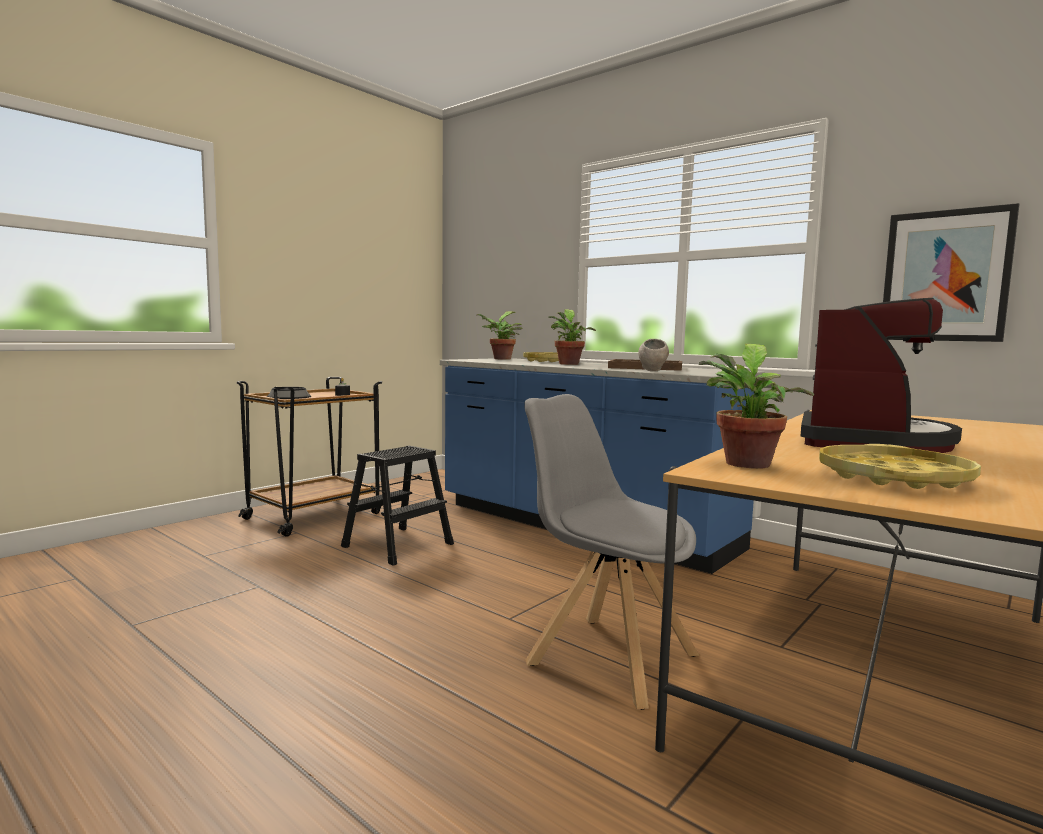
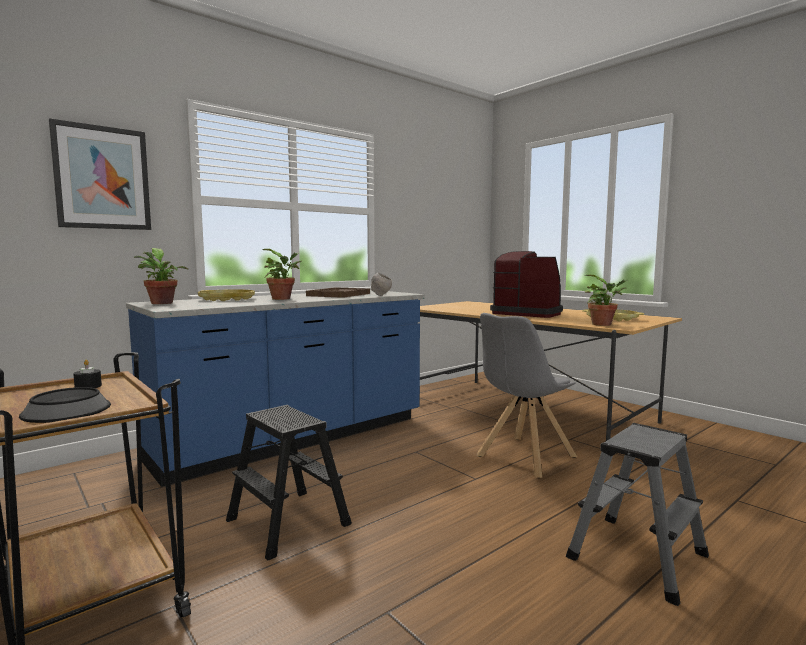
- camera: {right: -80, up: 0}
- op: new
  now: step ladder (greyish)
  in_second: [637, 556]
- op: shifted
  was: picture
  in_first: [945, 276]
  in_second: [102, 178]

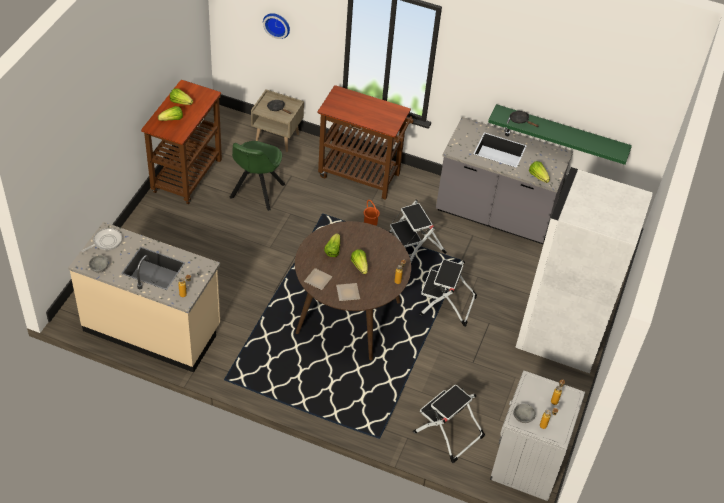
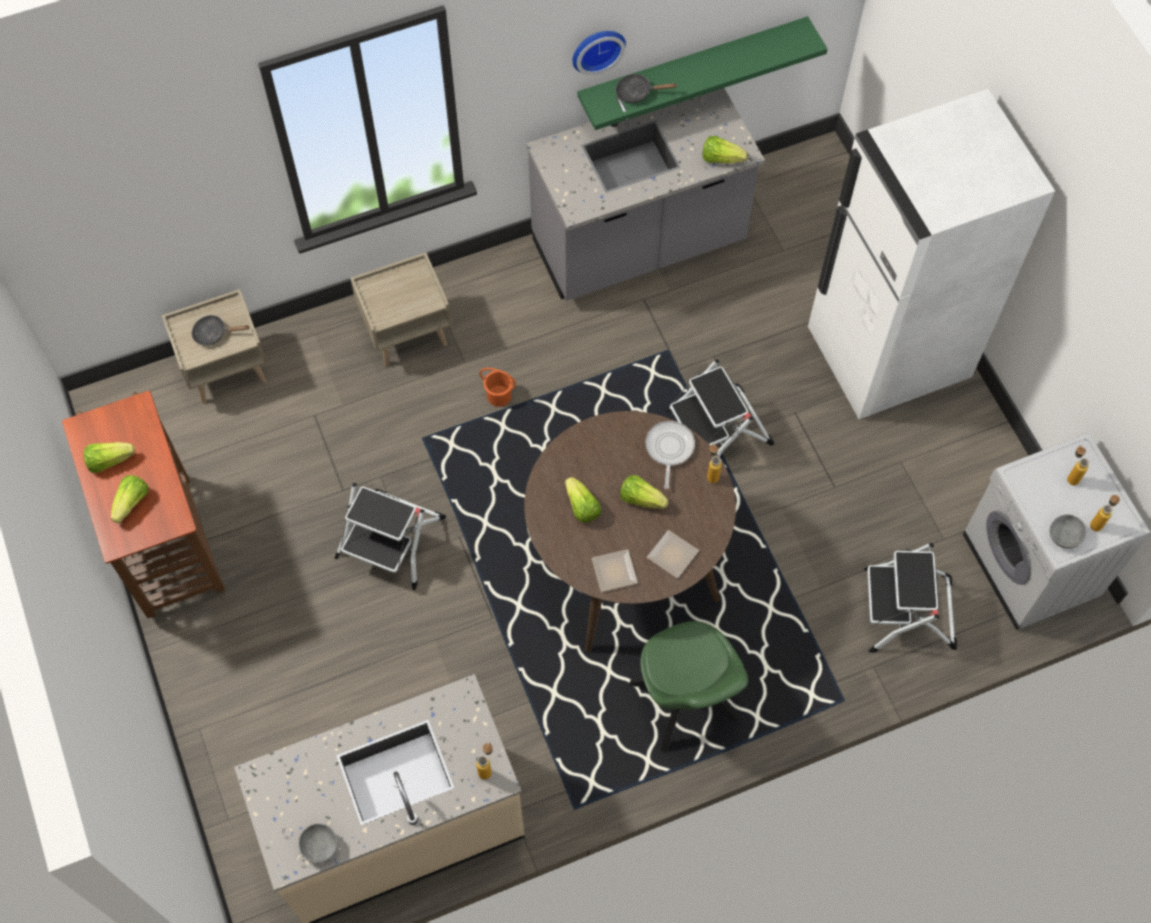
- camera: {right: -40, up: 15}
- op: shifted
  was: frying pan
  in_first: [106, 241]
  in_second: [669, 449]
- op: shifted
  was: upright chair (green)
  in_first: [257, 192]
  in_second: [686, 703]
- op: shifted
  was: clock on the wall
  in_first: [277, 24]
  in_second: [597, 48]
- op: shifted
  was: step ladder
  in_first: [415, 244]
  in_second: [391, 540]
- op: swapped
  was: trolley (brownish)
  now: bedside table (beige-coloured)
  in_first: [360, 176]
  in_second: [407, 333]

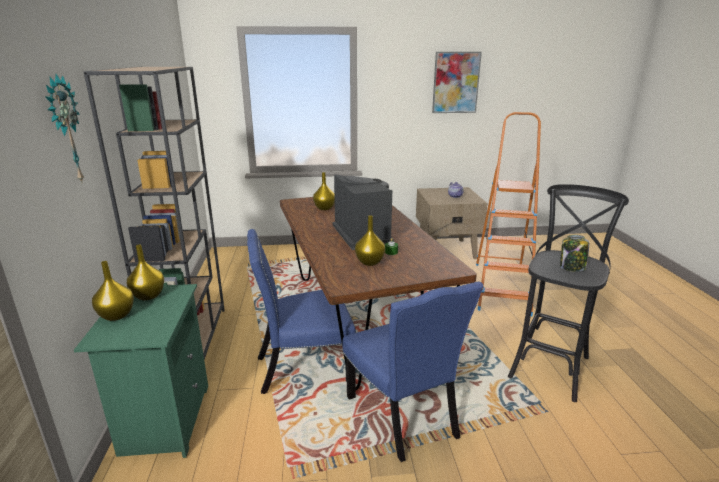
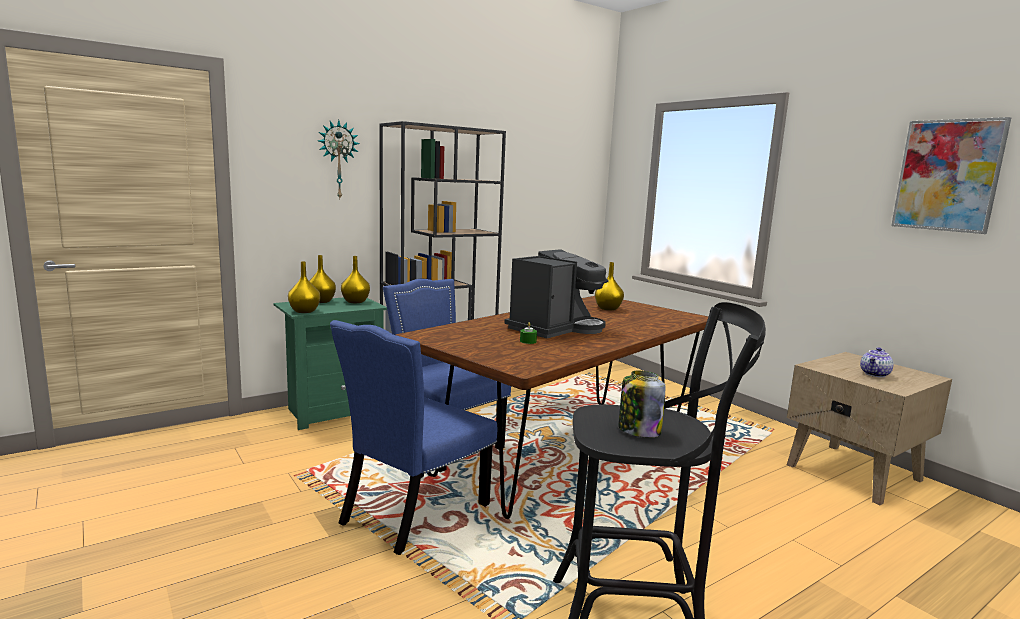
- camera: {right: 60, up: -10}
- op: gone
  was: step ladder (orange)
  in_first: [501, 287]
- op: shifted
  was: flower vase (yellow-coloured)
  in_first: [370, 262]
  in_second: [304, 311]

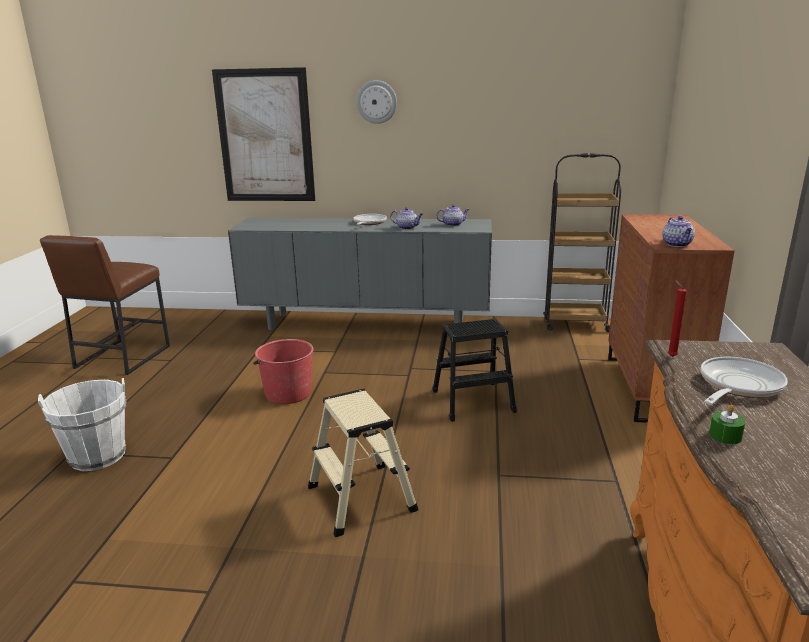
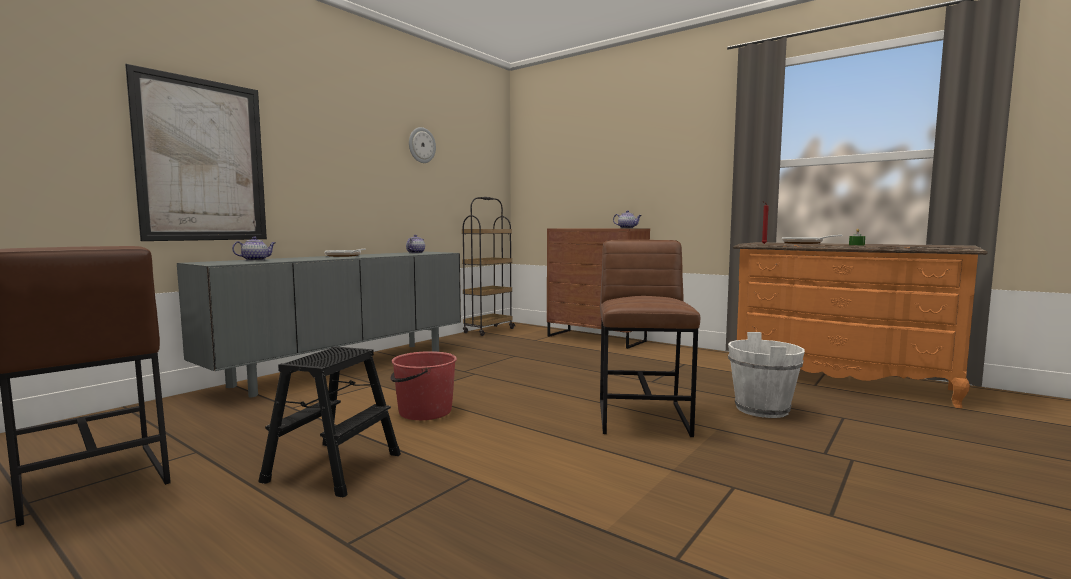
- camera: {right: -60, up: -15}
- op: shifted
  was: pail (white-coloured)
  in_first: [97, 456]
  in_second: [762, 409]
- op: shifted
  was: clock on the wall
  in_first: [376, 102]
  in_second: [421, 145]
- op: shifted
  was: pot for tea
  in_first: [407, 227]
  in_second: [256, 260]
- op: shifted
  was: step ladder (black)
  in_first: [473, 400]
  in_second: [334, 467]
- op: swapped
  was: step ladder (beige-coloured)
  now: upright chair (brownish)
  in_first: [361, 498]
  in_second: [642, 417]

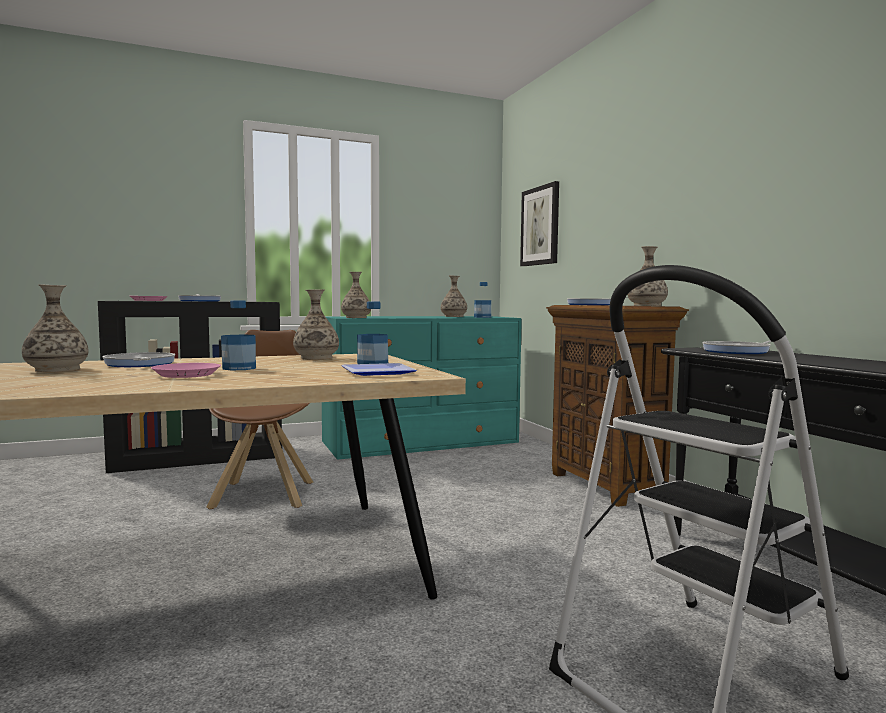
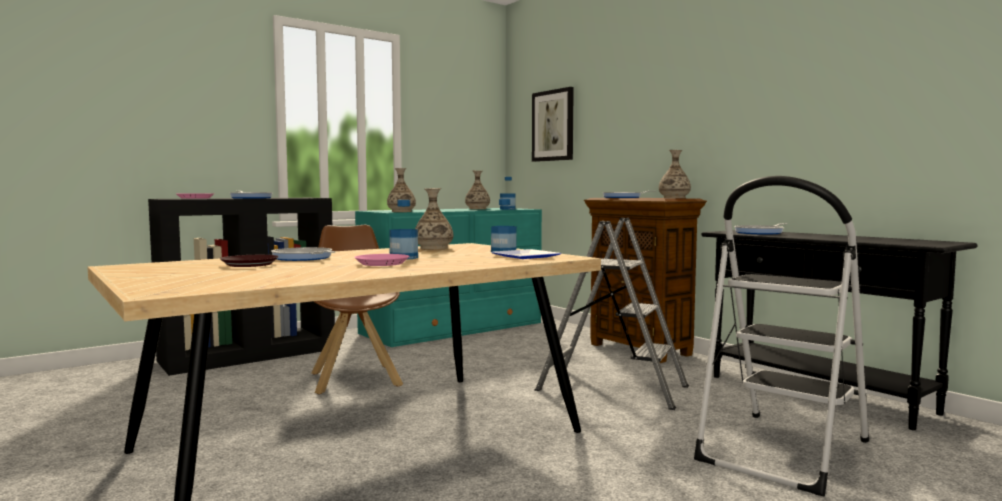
- camera: {right: -15, up: 0}
- op: new
  now: step ladder (greyish)
  in_second: [610, 387]
- op: swapped
  was: flower vase
  now: flat dish (brownish)
  in_first: [57, 370]
  in_second: [250, 264]

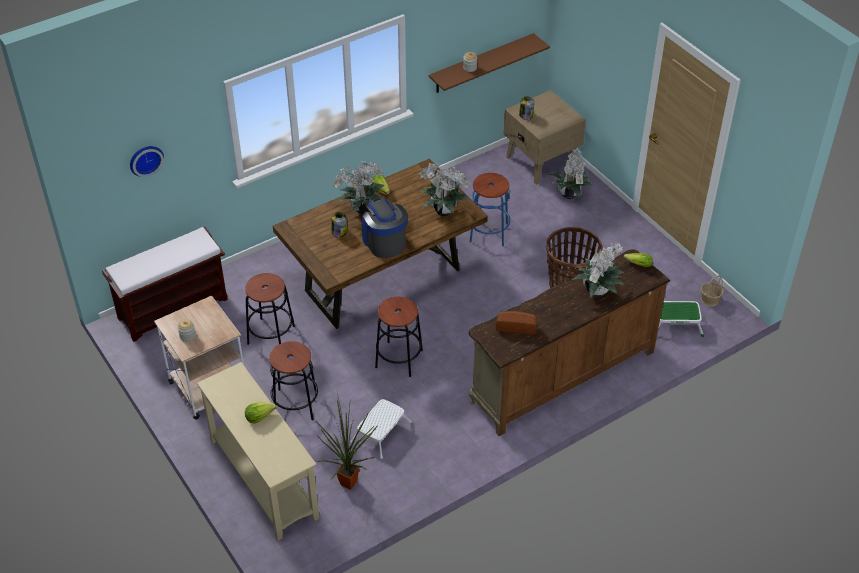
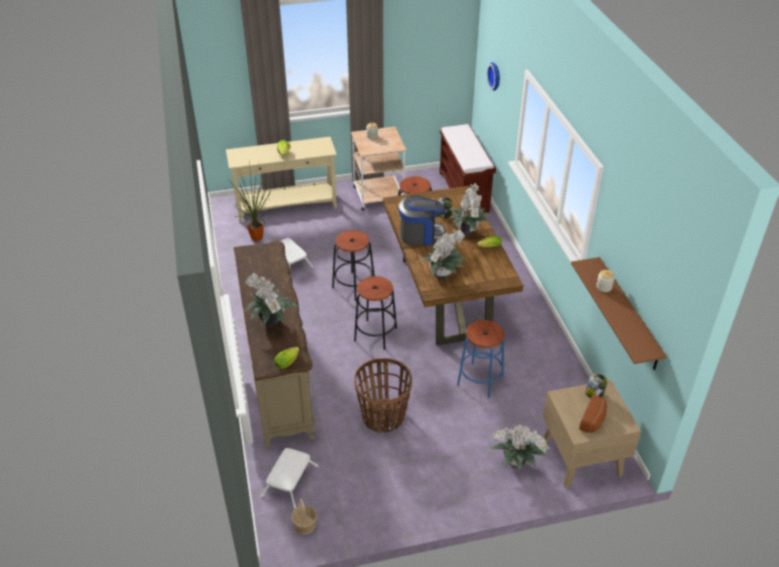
- camera: {right: 110, up: -5}
- op: shifted
  was: sitting stool (black)
  in_first: [295, 404]
  in_second: [375, 334]
- op: shifted
  was: baked bread
  in_first: [516, 326]
  in_second: [593, 420]
- op: repainted
  was: step ladder (green)
  now: step ladder (white-coloured)
  in_first: [676, 324]
  in_second: [289, 480]

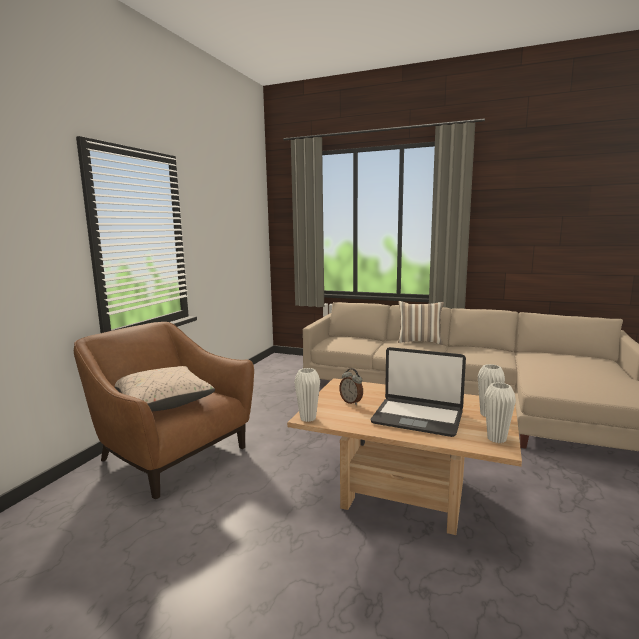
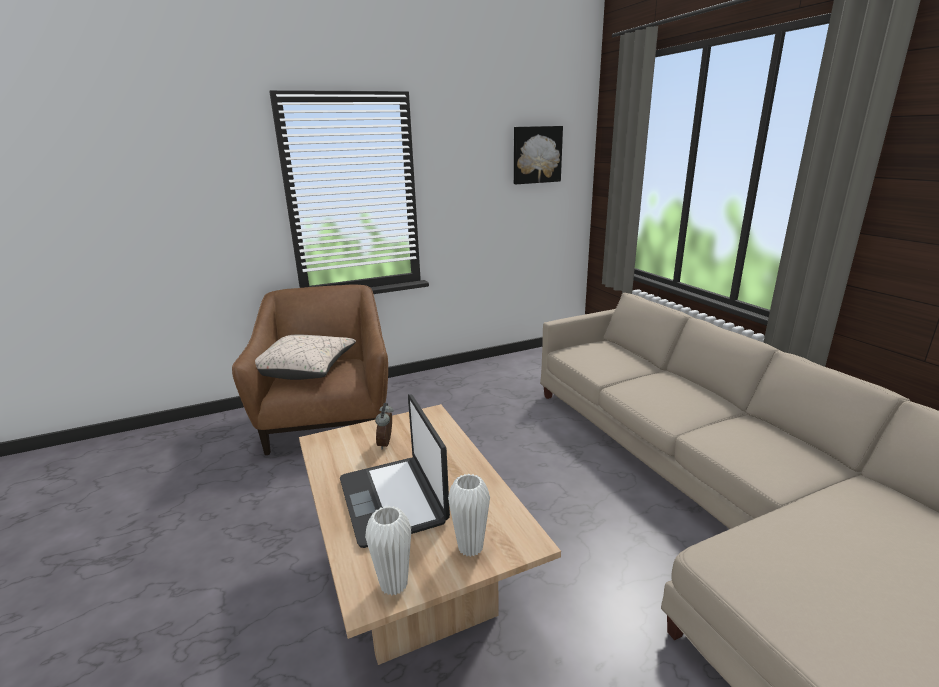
- camera: {right: 45, up: 10}
- op: gone
  was: flower vase (white-coloured)
  in_first: [308, 418]
- op: gone
  was: pillow
  in_first: [419, 341]
- op: new
  now: picture
  in_second: [536, 155]

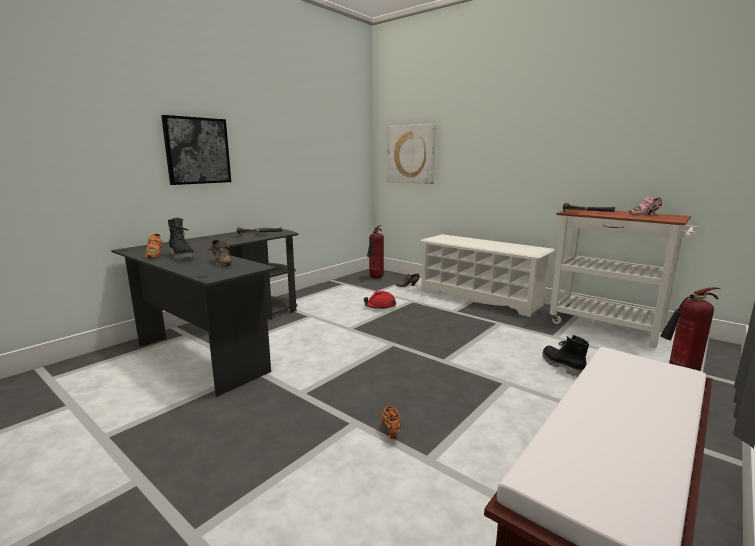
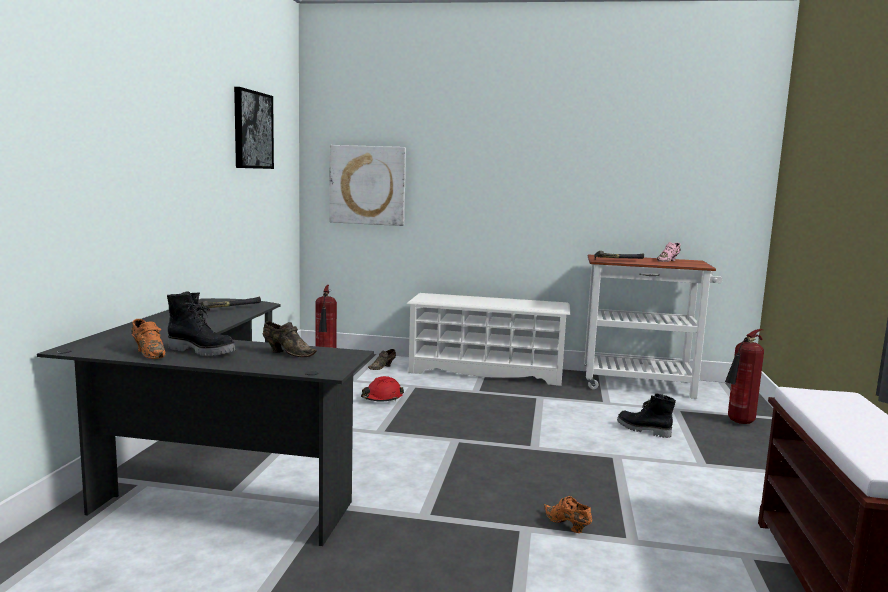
- camera: {right: -30, up: -5}
- op: shifted
  was: picture
  in_first: [197, 151]
  in_second: [252, 130]

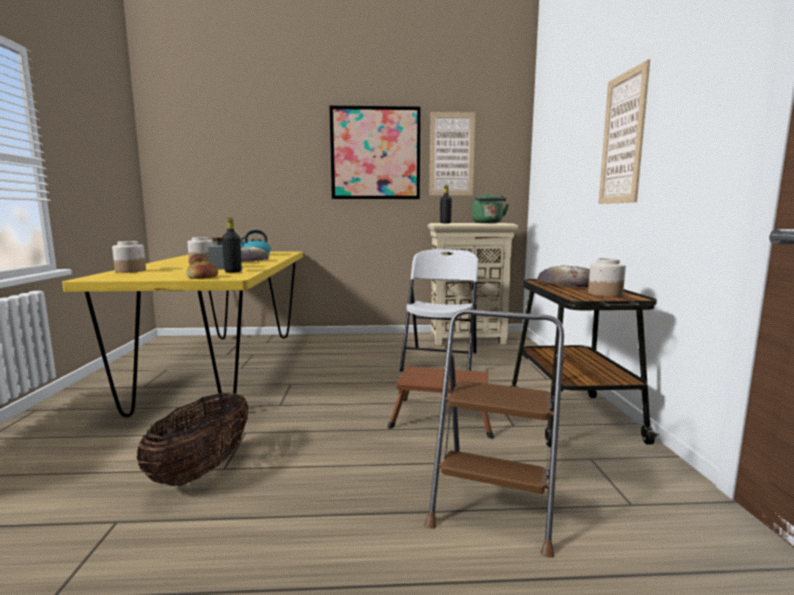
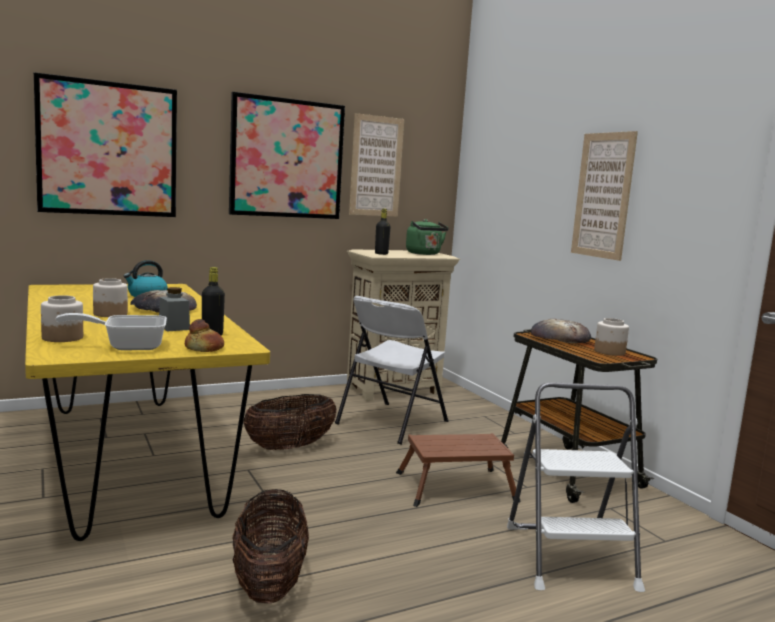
- camera: {right: -25, up: 0}
- op: new
  now: picture
  in_second: [108, 149]
- op: new
  now: frying pan
  in_second: [127, 346]
- op: new
  now: basket
  in_second: [290, 447]
- op: repainted
  was: step ladder (brownish)
  now: step ladder (white-coloured)
  in_first: [497, 496]
  in_second: [568, 553]
- op: rotated
  was: upright chair (white-coloured)
  in_first: [440, 361]
  in_second: [392, 422]
  clockwise: -135

